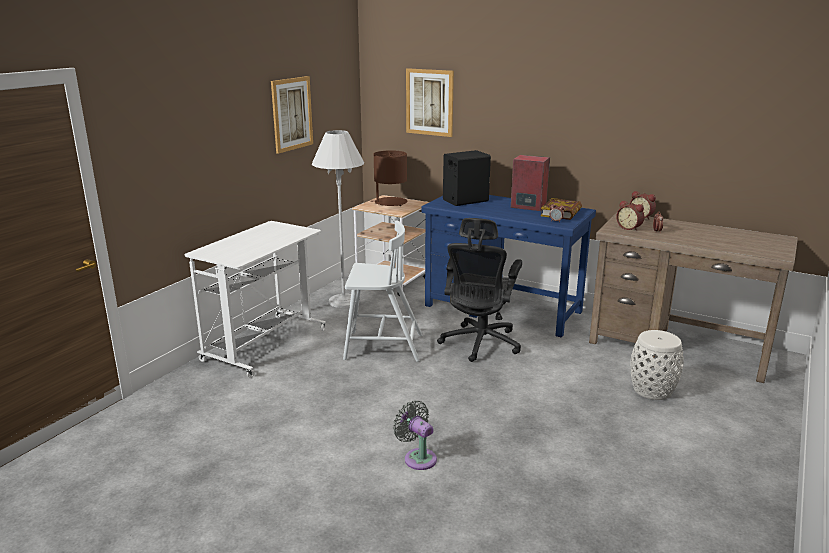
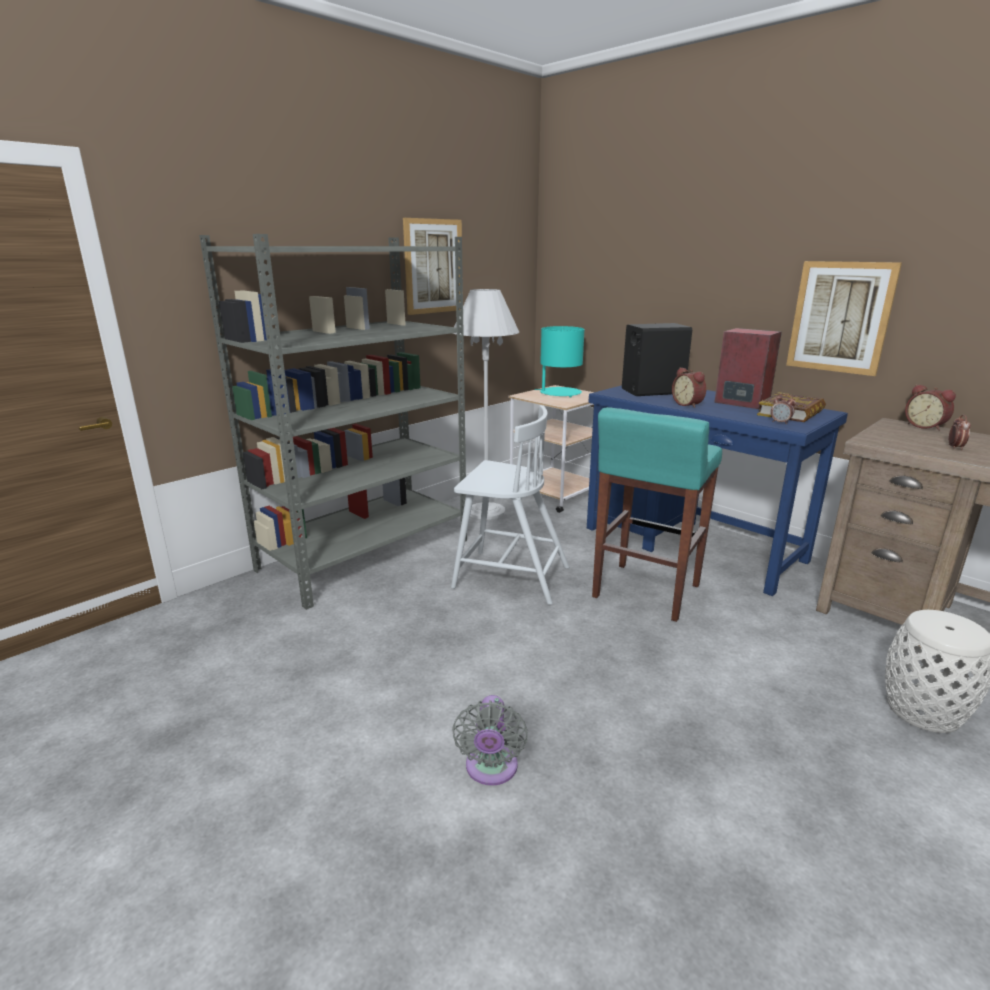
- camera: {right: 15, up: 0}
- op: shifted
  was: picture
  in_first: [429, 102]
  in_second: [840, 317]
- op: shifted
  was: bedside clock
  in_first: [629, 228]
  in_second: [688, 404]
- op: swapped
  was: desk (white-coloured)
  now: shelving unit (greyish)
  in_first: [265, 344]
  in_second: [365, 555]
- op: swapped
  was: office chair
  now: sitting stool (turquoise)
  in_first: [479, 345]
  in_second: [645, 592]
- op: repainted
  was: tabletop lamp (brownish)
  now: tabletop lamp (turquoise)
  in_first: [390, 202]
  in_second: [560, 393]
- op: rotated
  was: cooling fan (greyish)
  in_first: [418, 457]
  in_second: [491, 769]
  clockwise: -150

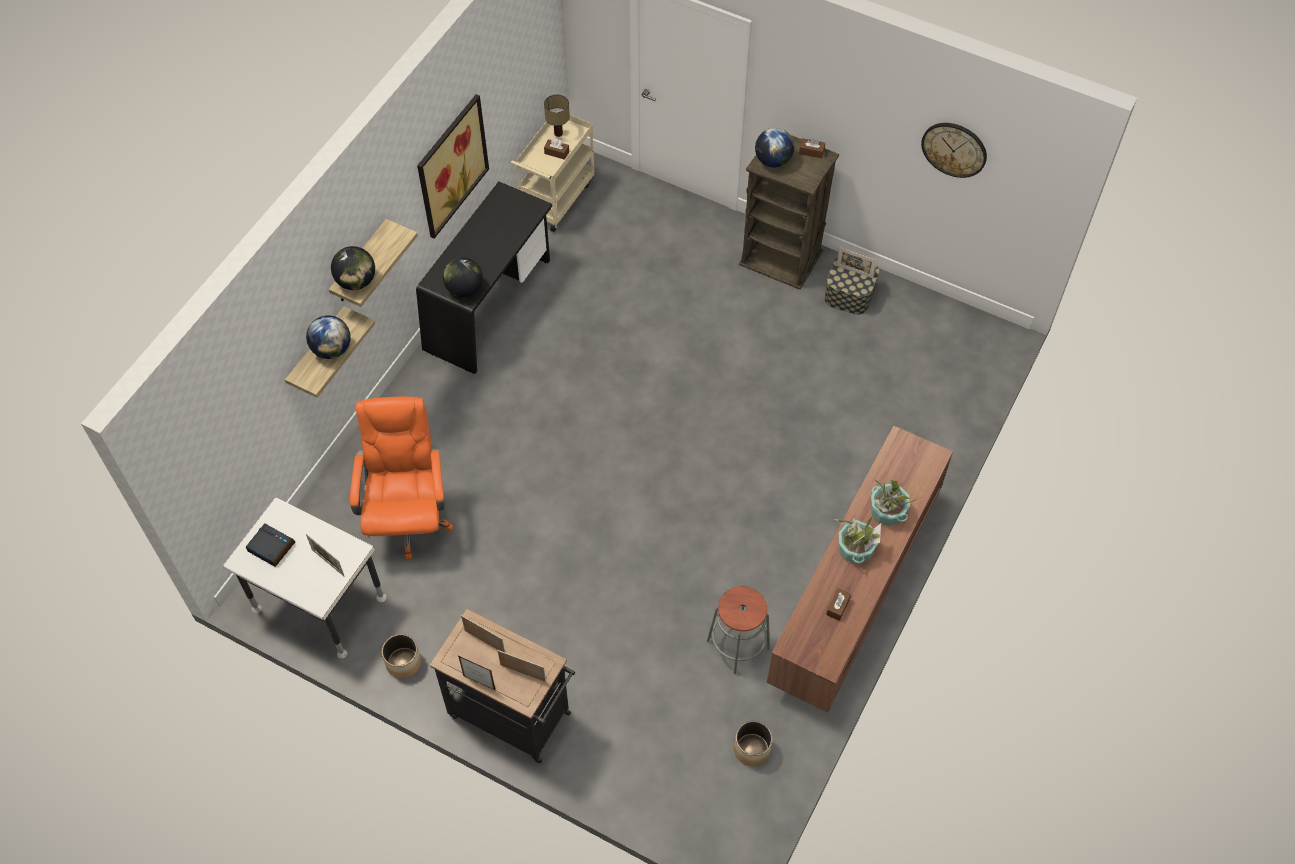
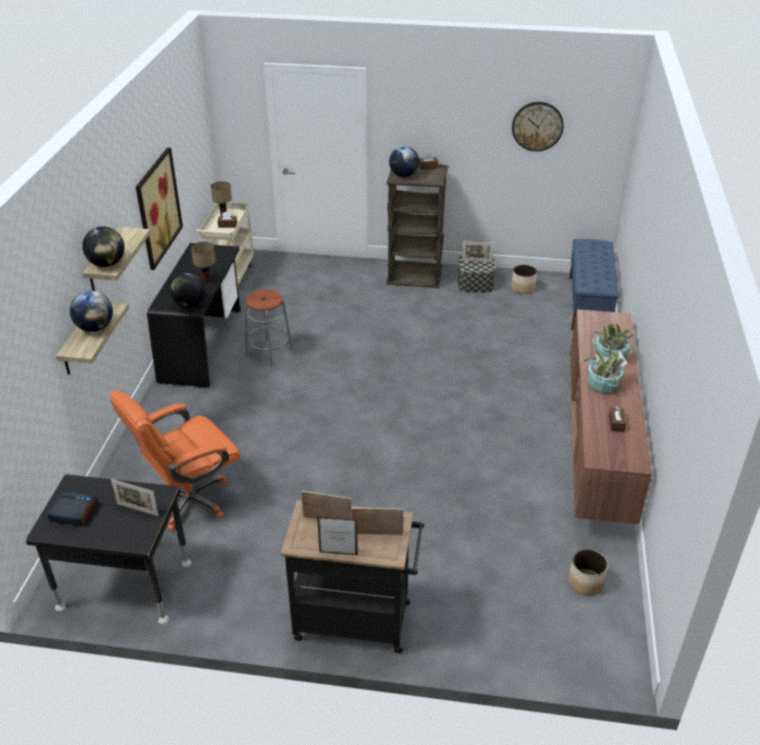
- camera: {right: -20, up: -20}
- op: new
  now: tabletop lamp
  in_second: [207, 280]
- op: new
  now: bench (bluish)
  in_second: [588, 304]
- op: shifted
  was: flower pot
  in_first: [404, 662]
  in_second: [523, 288]
- op: shifted
  was: sitting stool (greyish)
  in_first: [738, 645]
  in_second: [269, 352]
- op: repainted
  was: desk (white-coloured)
  now: desk (black)
  in_first: [318, 603]
  in_second: [124, 585]
- op: rotated
  was: office chair (orange)
  in_first: [409, 521]
  in_second: [191, 499]
  clockwise: -105

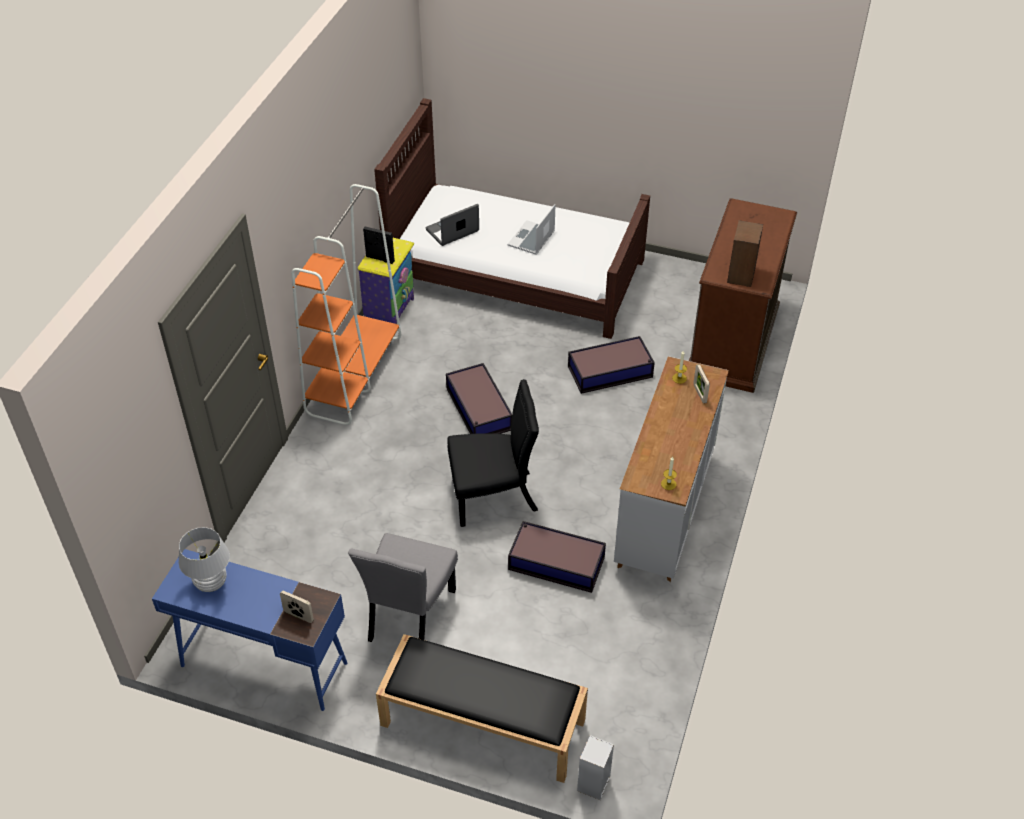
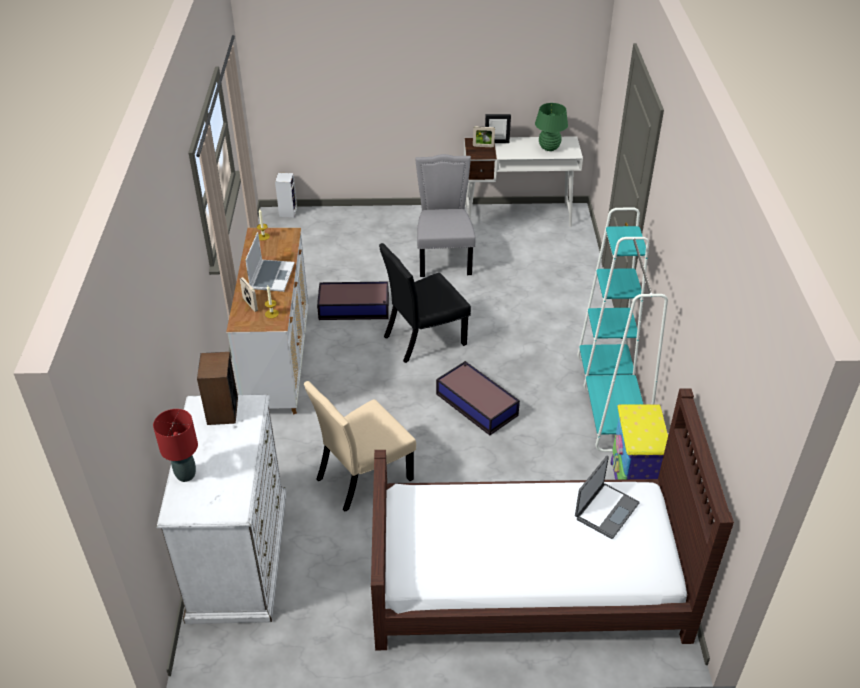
- camera: {right: 160, up: -5}
- op: gone
  was: bench (black)
  in_first: [481, 723]
- op: new
  now: tabletop lamp (red)
  in_second: [186, 475]
- op: shifted
  was: photo frame
  in_first: [380, 259]
  in_second: [496, 142]
- op: shifted
  was: portable computer
  in_first: [532, 239]
  in_second: [271, 276]
- op: swapped
  was: storage bin
  now: upright chair (beige-coloured)
  in_first: [611, 372]
  in_second: [364, 476]
- op: repainted
  was: desk (bluish)
  now: desk (white-coloured)
  in_first: [263, 664]
  in_second: [518, 216]
- op: repainted
  was: tabletop lamp (white-coloured)
  now: tabletop lamp (green)
  in_first: [211, 583]
  in_second: [549, 148]
- op: repainted
  was: garment stand (orange)
  now: garment stand (turquoise)
  in_first: [354, 376]
  in_second: [610, 404]
- op: repainted
  was: drawer chest (brownish)
  now: drawer chest (white-coloured)
  in_first: [733, 341]
  in_second: [238, 553]

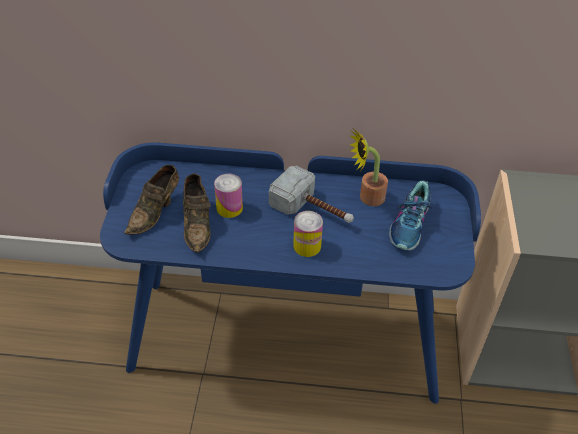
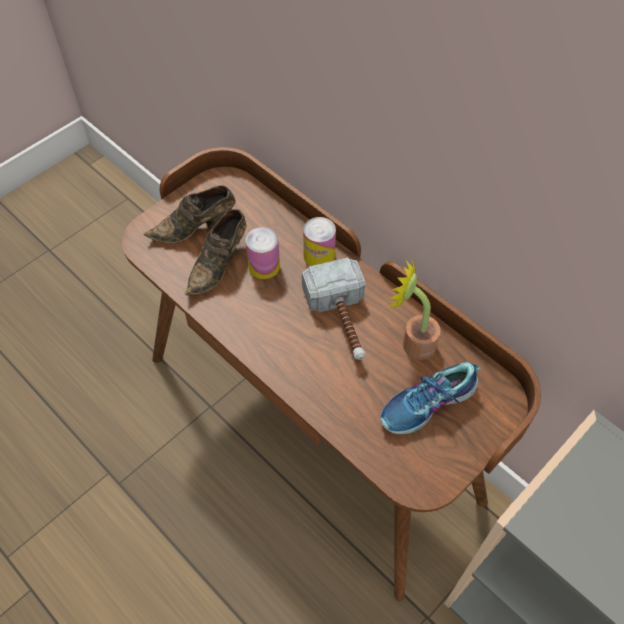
- camera: {right: 40, up: 10}
- op: shifted
  was: can
  in_first: [307, 246]
  in_second: [319, 256]
- op: repainted
  was: desk (bluish)
  now: desk (brownish)
  in_first: [286, 336]
  in_second: [313, 424]

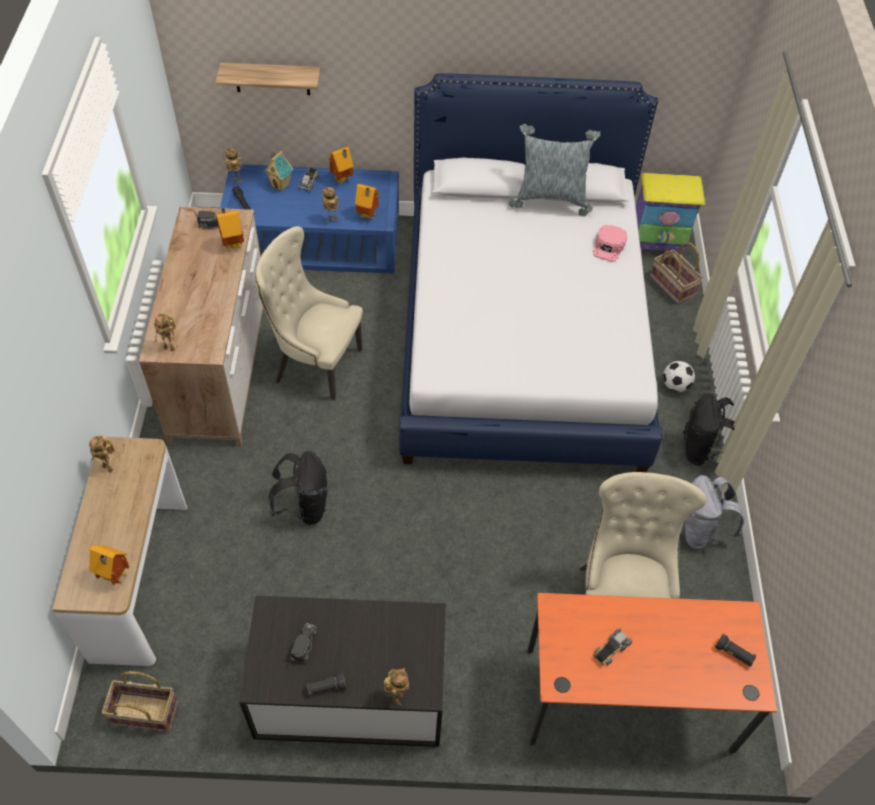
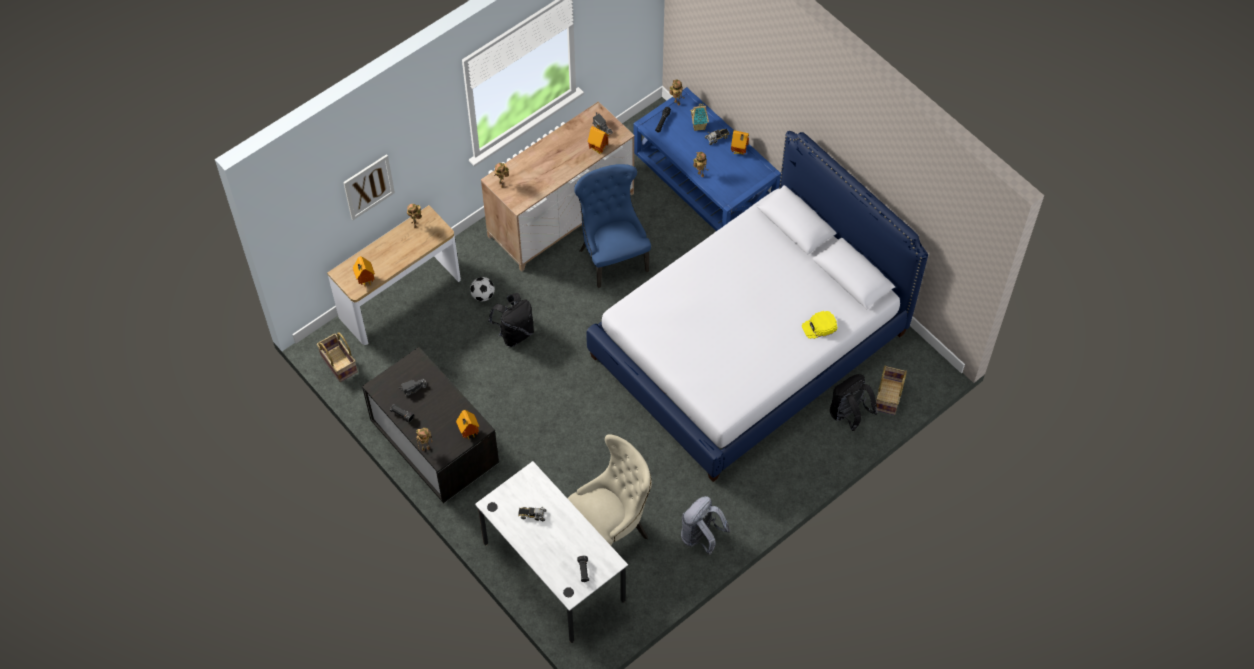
- camera: {right: 50, up: 5}
- op: gone
  was: bracket shelf
  in_first: [272, 78]
- op: gone
  was: pillow
  in_first: [549, 202]
- op: gone
  was: bedside table
  in_first: [658, 244]
- op: new
  now: picture
  in_second: [368, 187]
- op: shifted
  was: toy house
  in_first: [367, 216]
  in_second: [468, 434]
- op: shifted
  was: ball for football
  in_first: [675, 385]
  in_second: [483, 295]
- op: shifted
  was: knapsack (black)
  in_first: [702, 450]
  in_second: [849, 415]
- op: repainted
  was: upright chair (beige-coloured)
  now: upright chair (bluish)
  in_first: [316, 364]
  in_second: [613, 258]
- op: repainted
  was: desk (orange)
  now: desk (white-coloured)
  in_first: [627, 699]
  in_second: [553, 571]
- op: repainted
  was: baseball cap (pink)
  now: baseball cap (yellow-coloured)
  in_first: [609, 246]
  in_second: [819, 327]

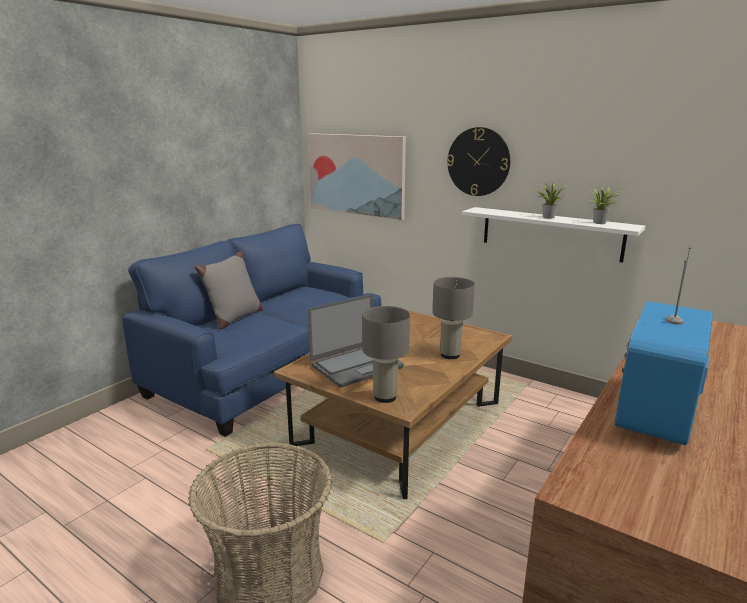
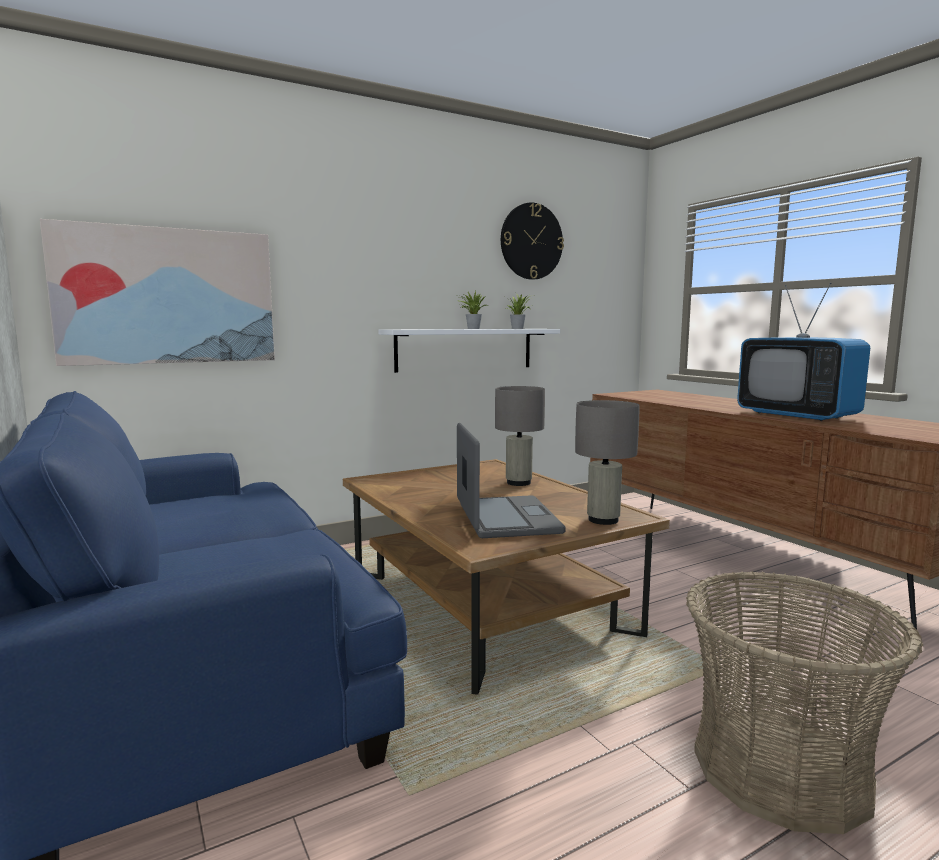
- camera: {right: -65, up: -10}
- op: gone
  was: pillow (greyish)
  in_first: [234, 318]
- op: shifted
  was: clock on the wall
  in_first: [478, 162]
  in_second: [531, 241]

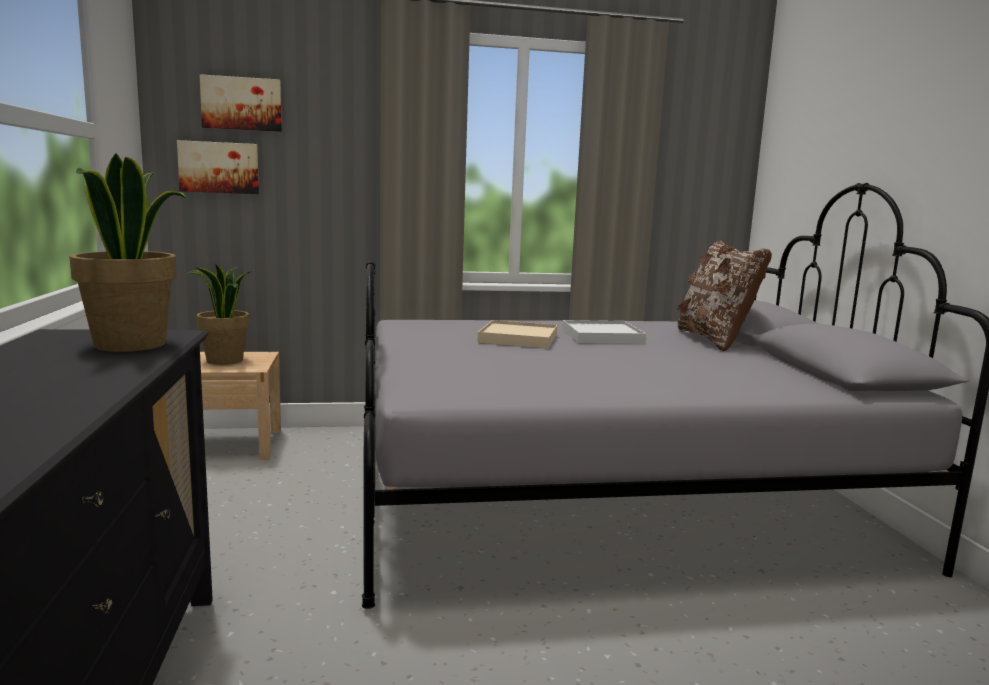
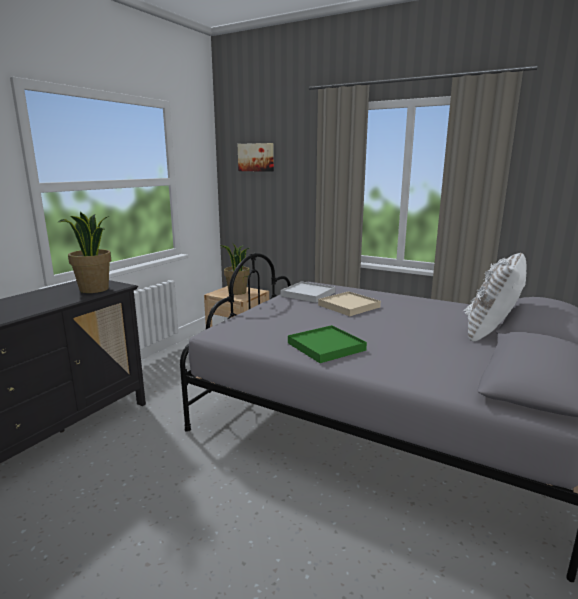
- camera: {right: 40, up: 5}
- op: gone
  was: picture
  in_first: [219, 167]
- op: new
  now: carrying tray (green)
  in_second: [326, 346]
- op: shifted
  was: carrying tray (white-coloured)
  in_first: [602, 336]
  in_second: [308, 294]
- op: repainted
  was: pillow (brownish)
  now: pillow (white-coloured)
  in_first: [712, 340]
  in_second: [489, 331]

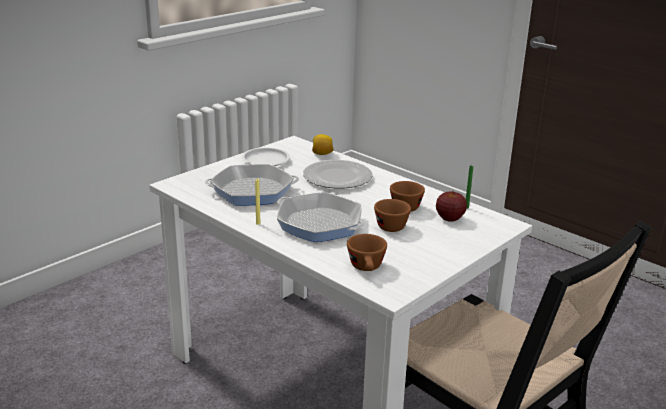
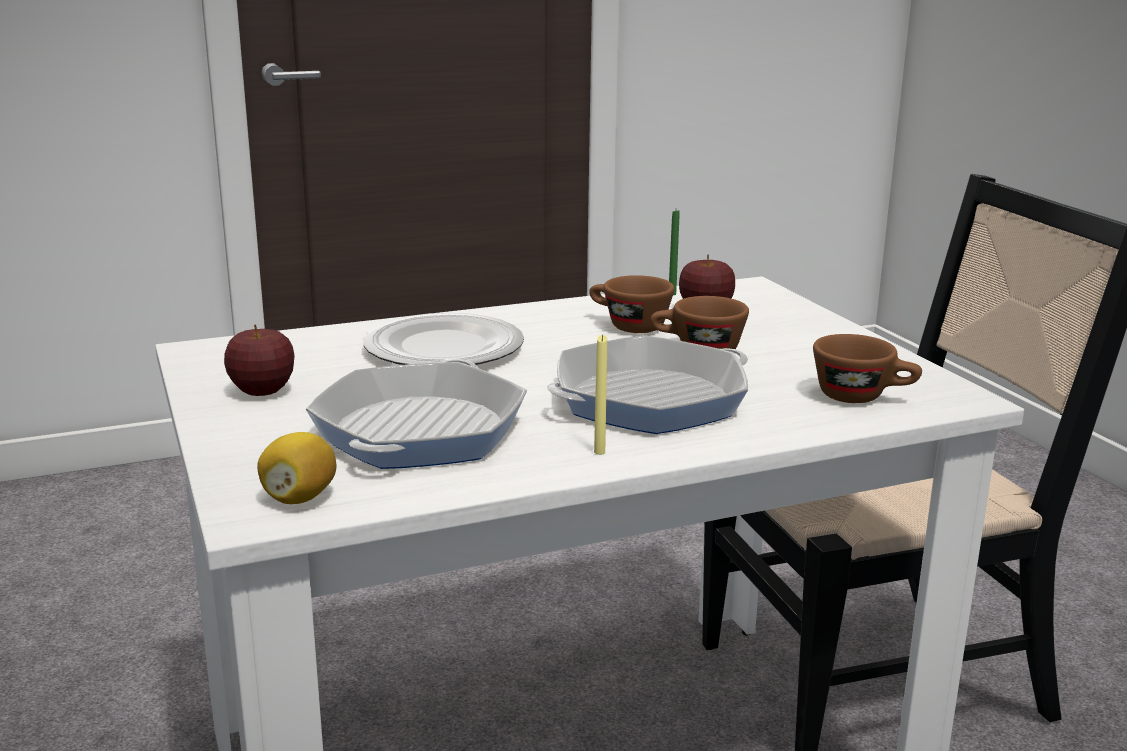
- camera: {right: -65, up: -5}
- op: shifted
  was: whole lemon
  in_first: [322, 154]
  in_second: [299, 498]
- op: swapped
  was: flat dish (white-coloured)
  now: whole apple
  in_first: [265, 161]
  in_second: [263, 391]

